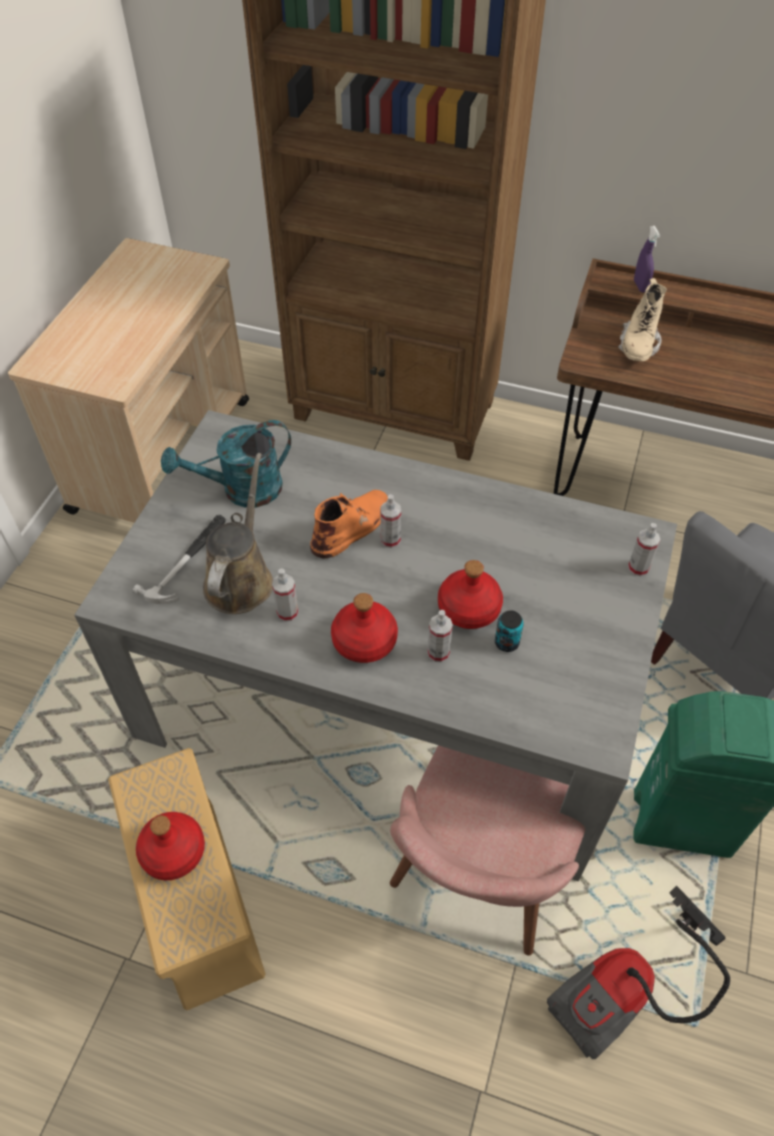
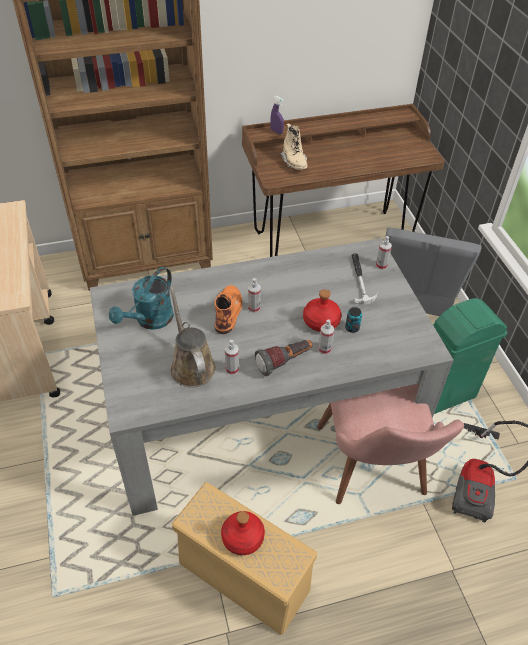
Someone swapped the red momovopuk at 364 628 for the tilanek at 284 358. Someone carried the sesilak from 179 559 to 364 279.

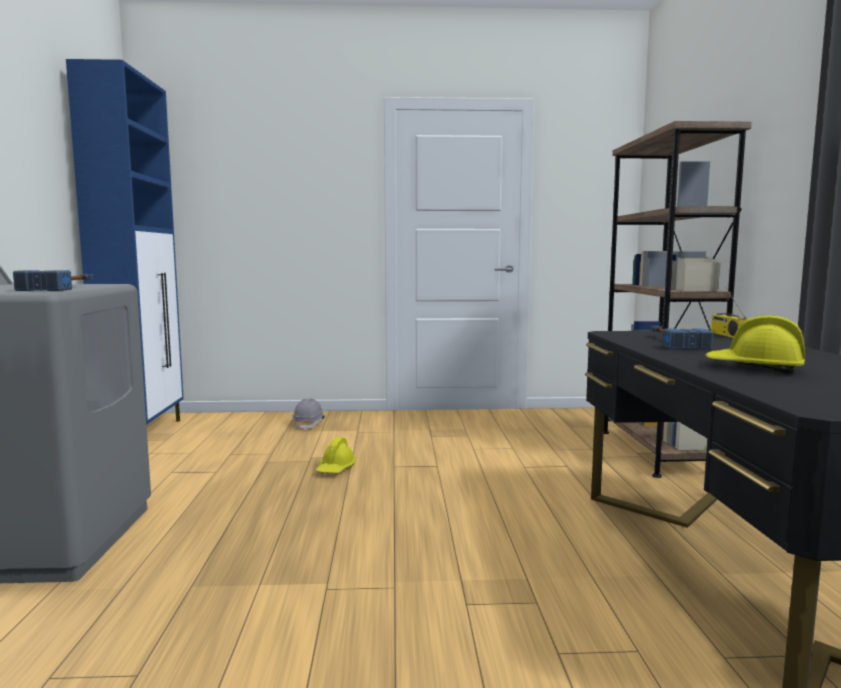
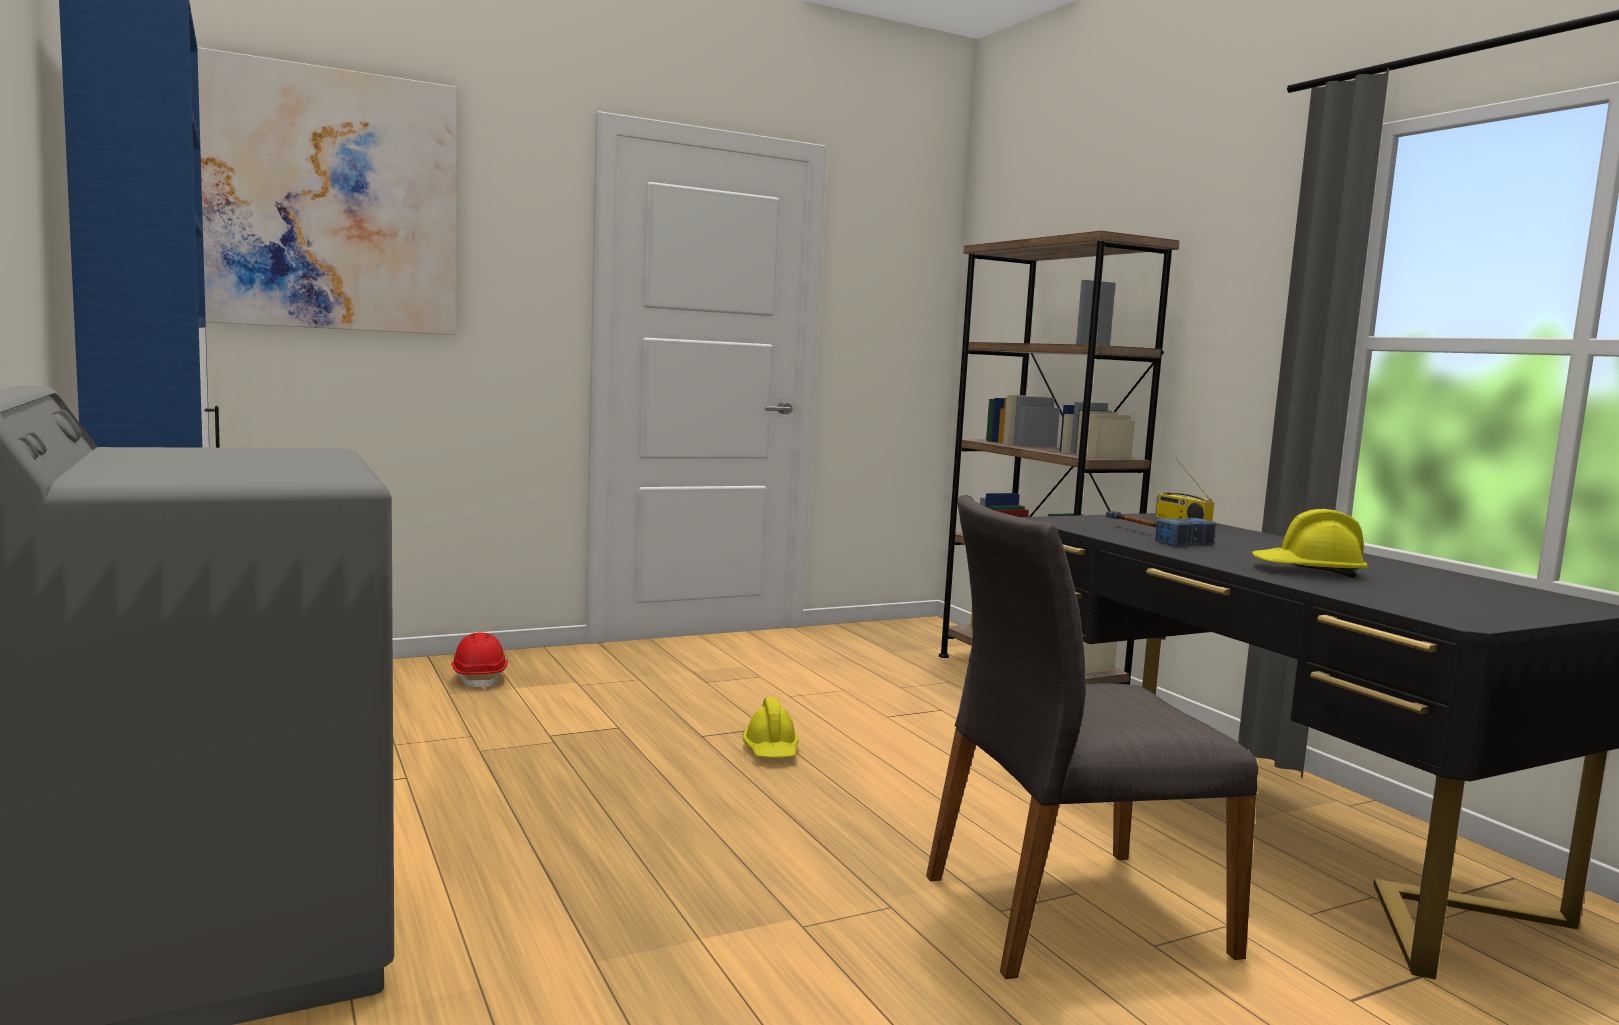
Someone put up the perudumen at 327 191. Someone repainted the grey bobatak at 308 414, which became the red bobatak at 479 661. Someone carried the yellow bobatak from 336 455 to 771 727. Someone put down the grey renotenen at 1092 737. Someone took away the sesilak at 53 280.

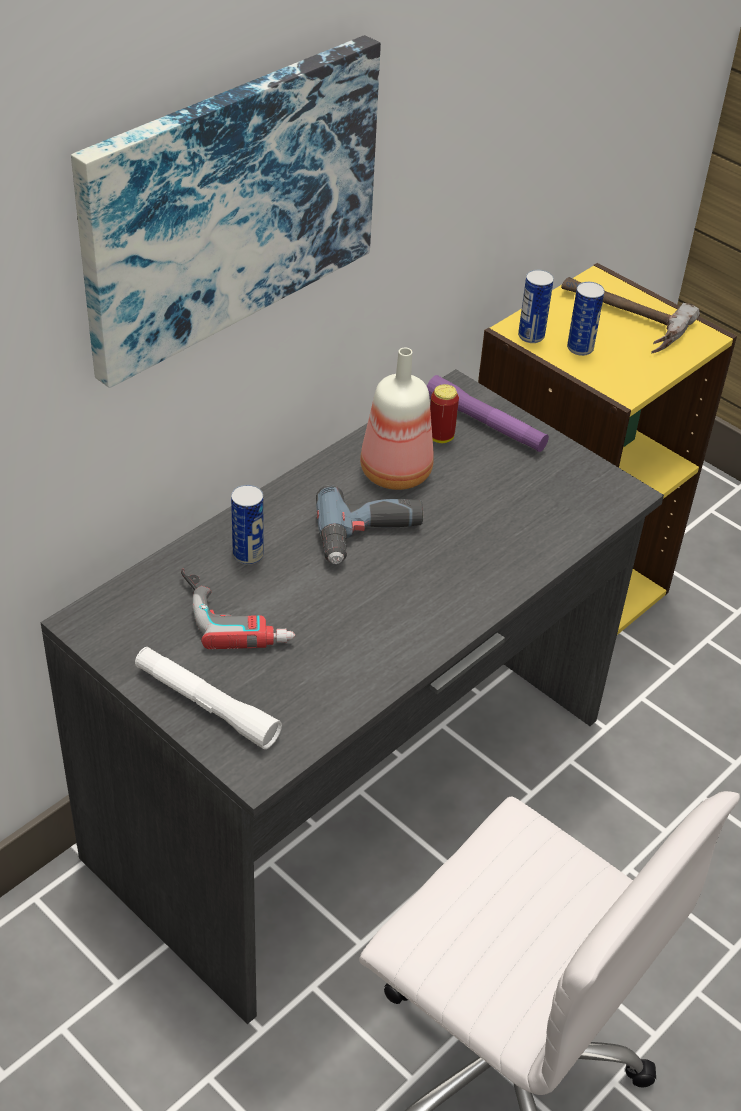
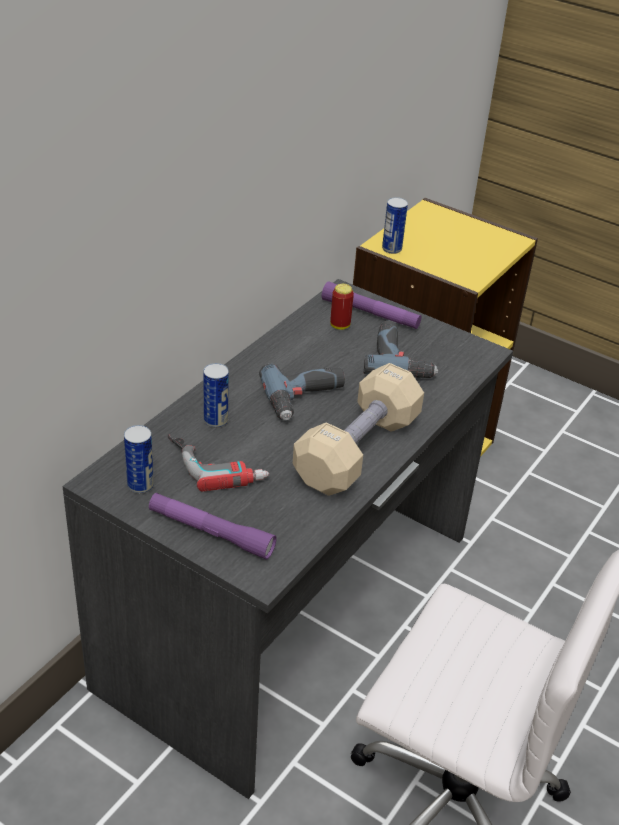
Someone carried the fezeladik from 586 319 to 139 459. Someone repainted the white tilanek at 208 698, which became the purple tilanek at 213 526. Someone put down the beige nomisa at 358 429. Someone put down the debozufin at 401 349. Someone took away the perudumen at 226 211. Someone took away the momovopuk at 397 418. Someone took away the sesilak at 630 315.

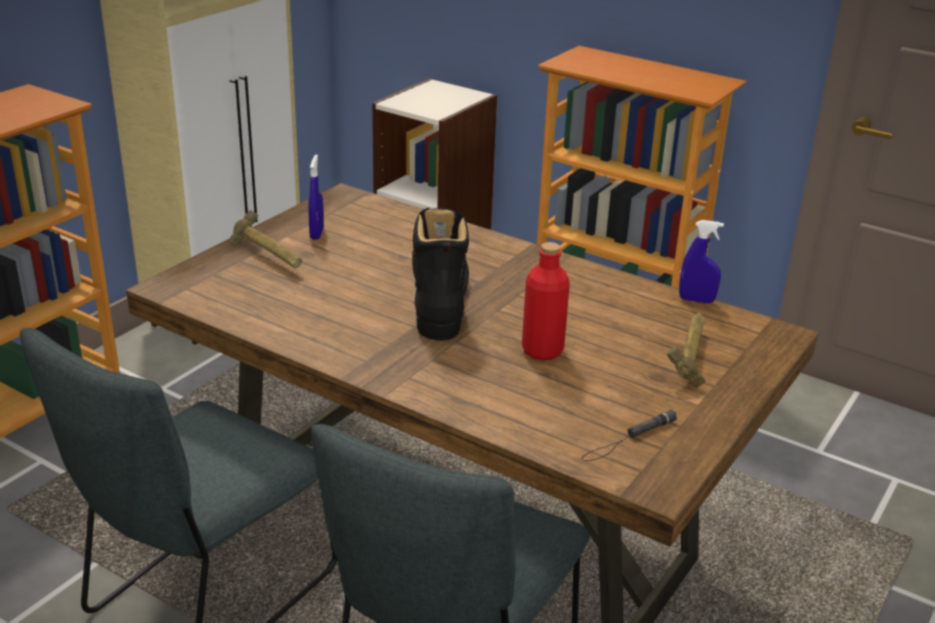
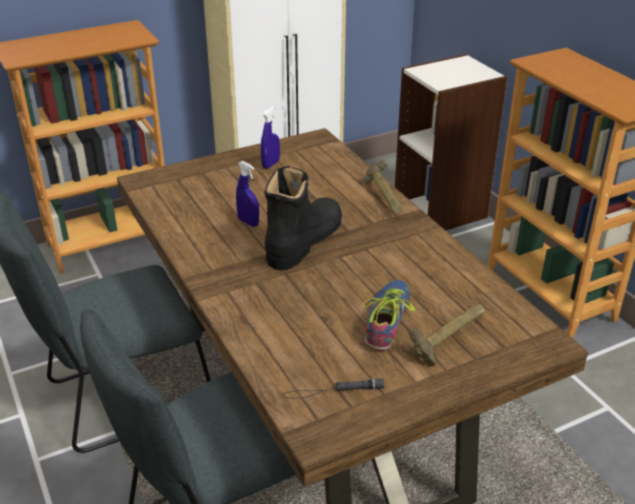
Someone carried the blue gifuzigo from 701 261 to 247 194. Someone carried the sesilak from 265 239 to 381 186. Someone put down the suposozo at 389 315. Someone took away the red momovopuk at 546 301.

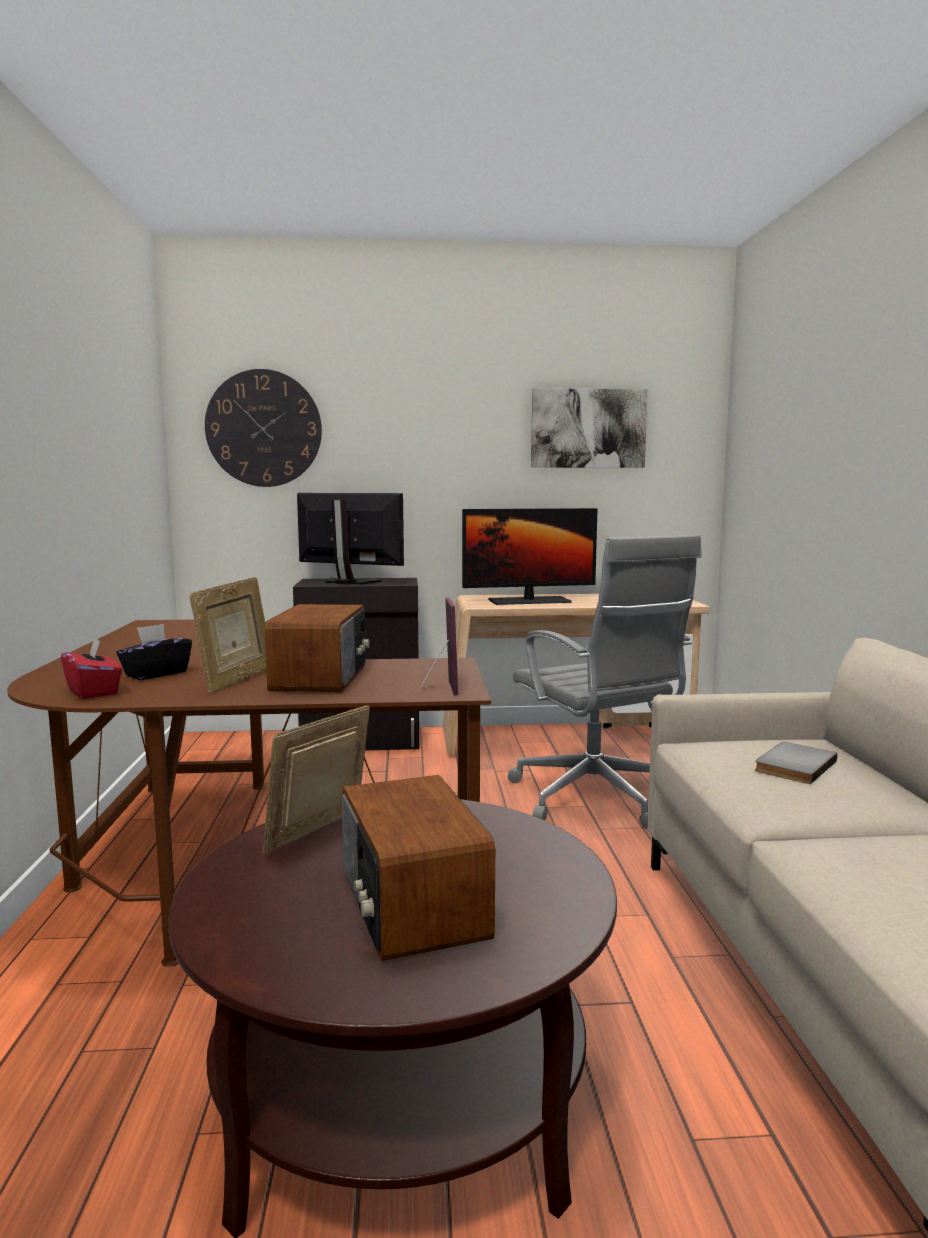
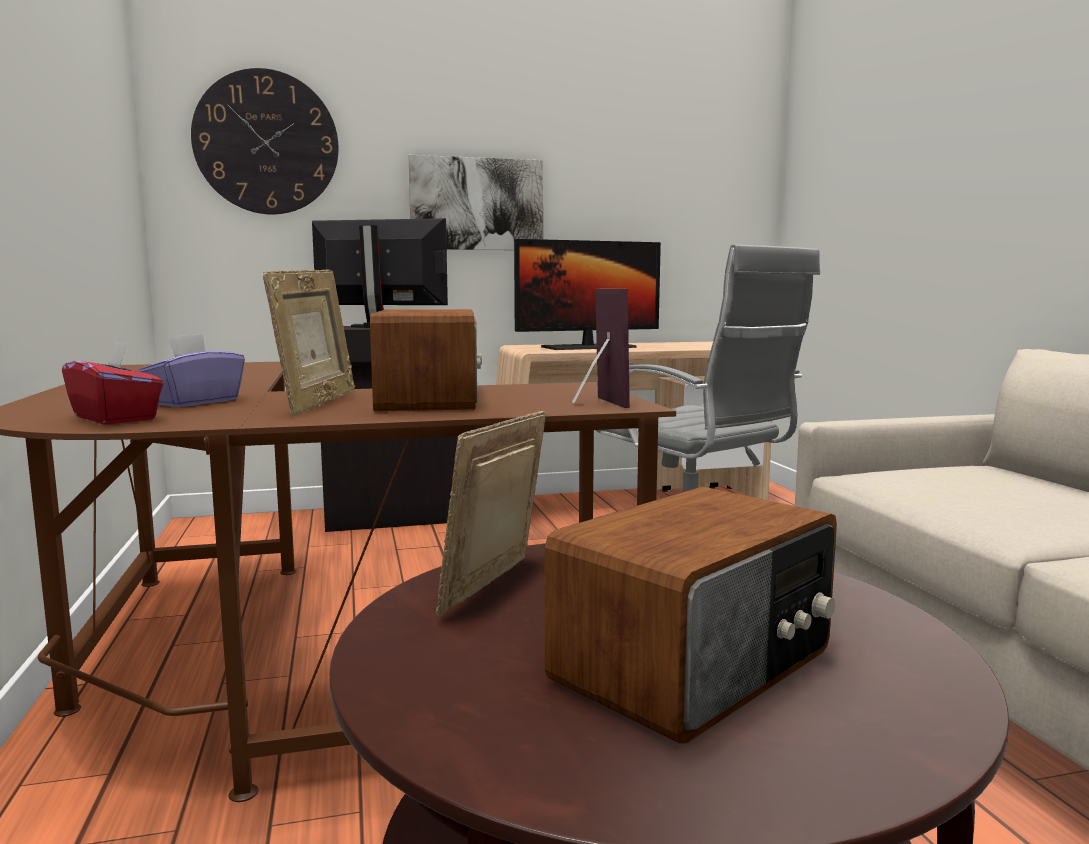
Someone repainted the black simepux at 154 652, which became the purple simepux at 191 370. Someone carried the perudumen from 589 428 to 476 202. Someone rotated the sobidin at 418 868 by 105 degrees counterclockwise. Someone took away the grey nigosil at 796 763.

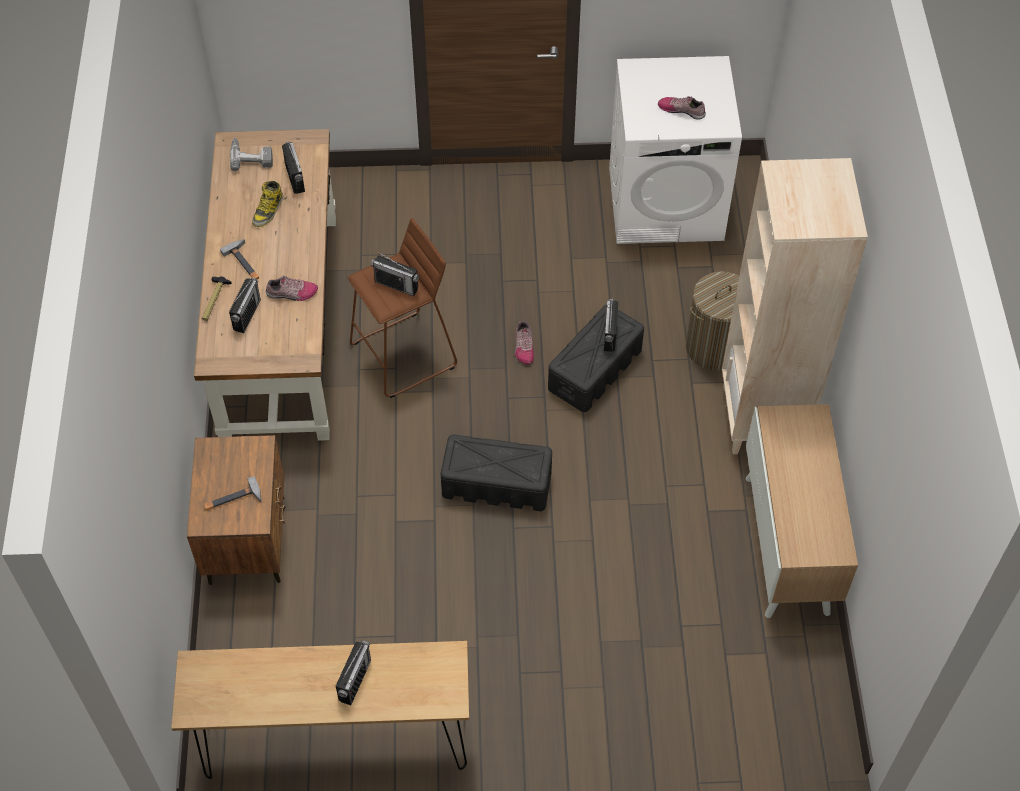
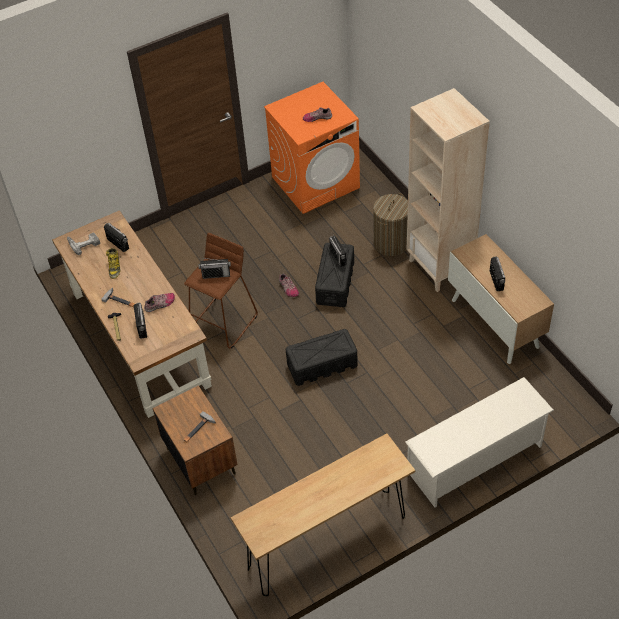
Someone repainted the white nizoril at 675 150, which became the orange nizoril at 312 148. Someone put down the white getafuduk at 479 442. Someone carried the sobidin from 353 672 to 497 273.

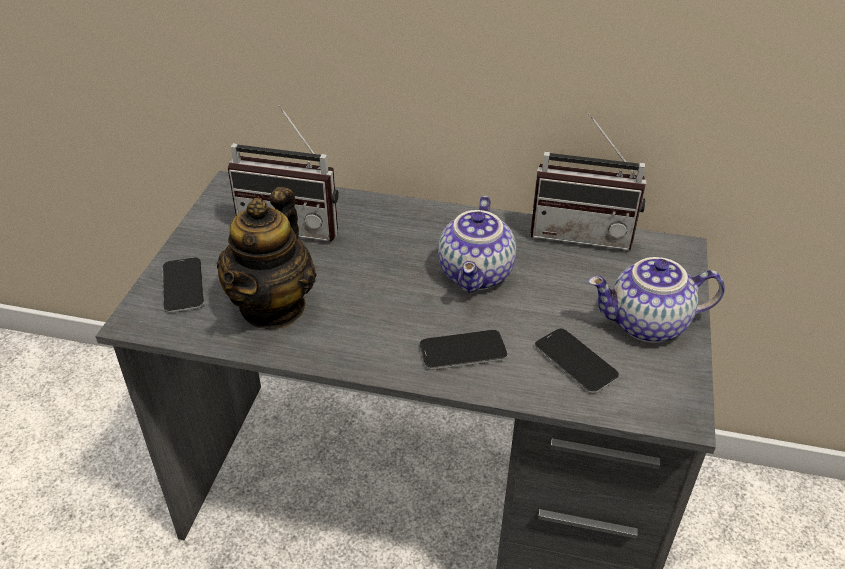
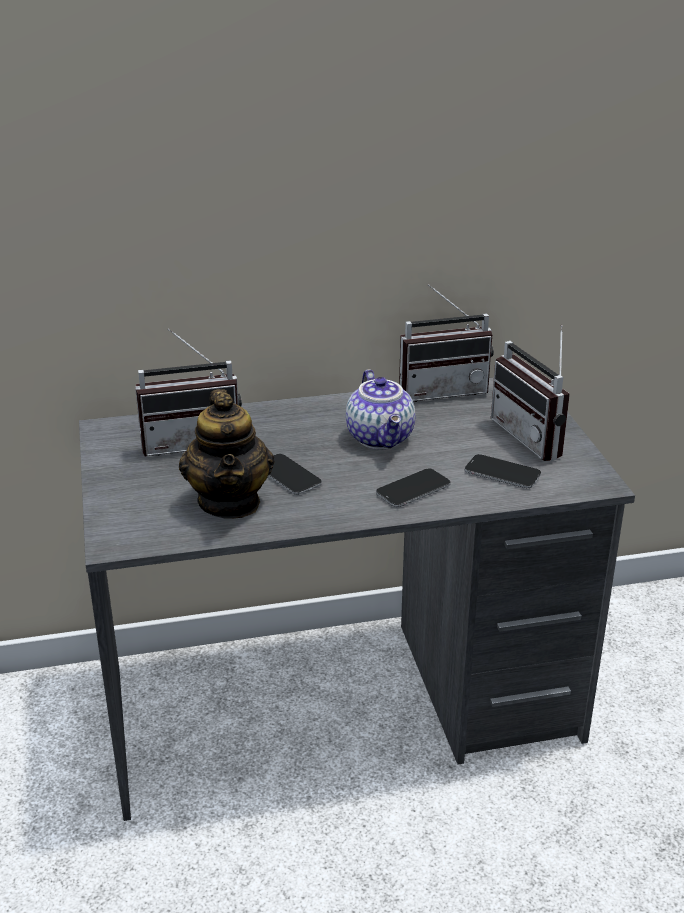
Someone carried the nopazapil from 183 285 to 295 474. Someone swapped the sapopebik at 656 300 for the sobidin at 530 393.

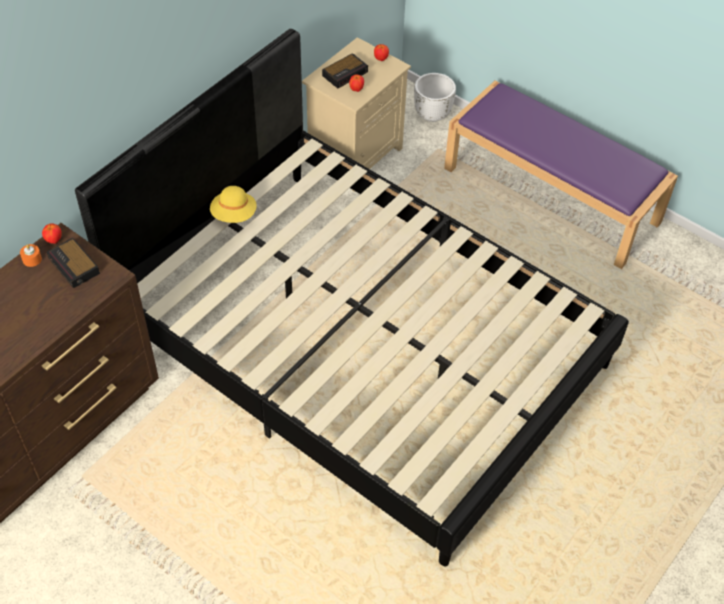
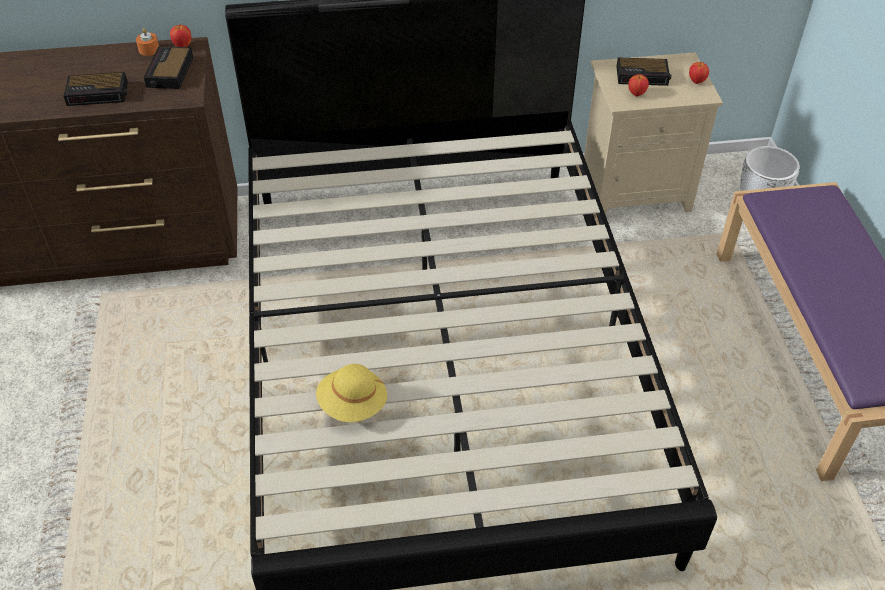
Someone put down the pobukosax at 95 89. Someone carried the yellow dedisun from 233 204 to 351 393.

